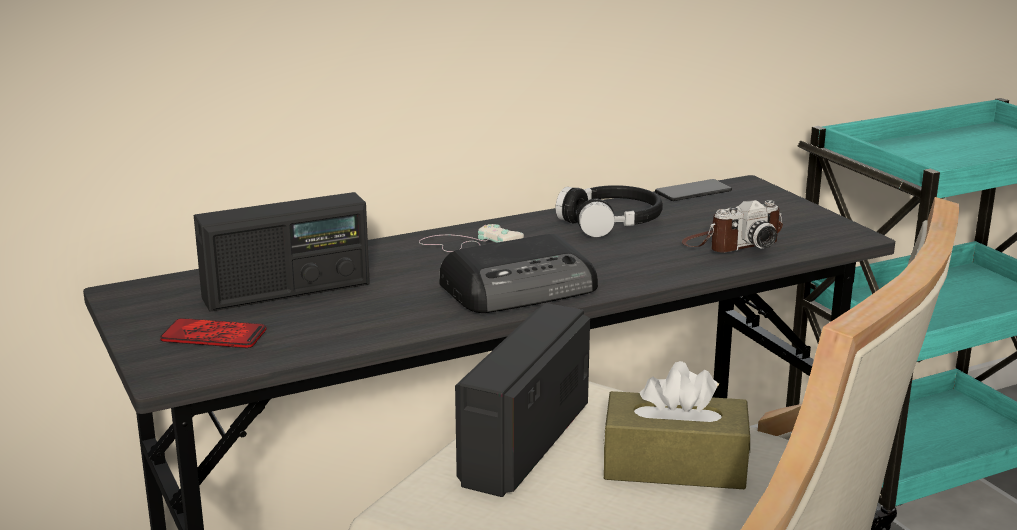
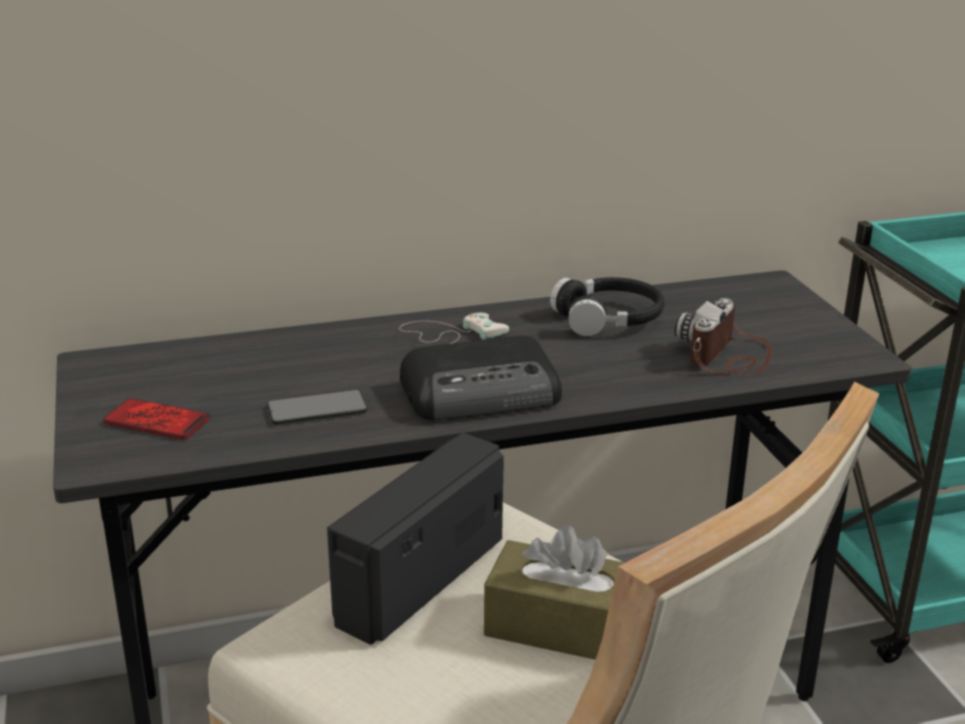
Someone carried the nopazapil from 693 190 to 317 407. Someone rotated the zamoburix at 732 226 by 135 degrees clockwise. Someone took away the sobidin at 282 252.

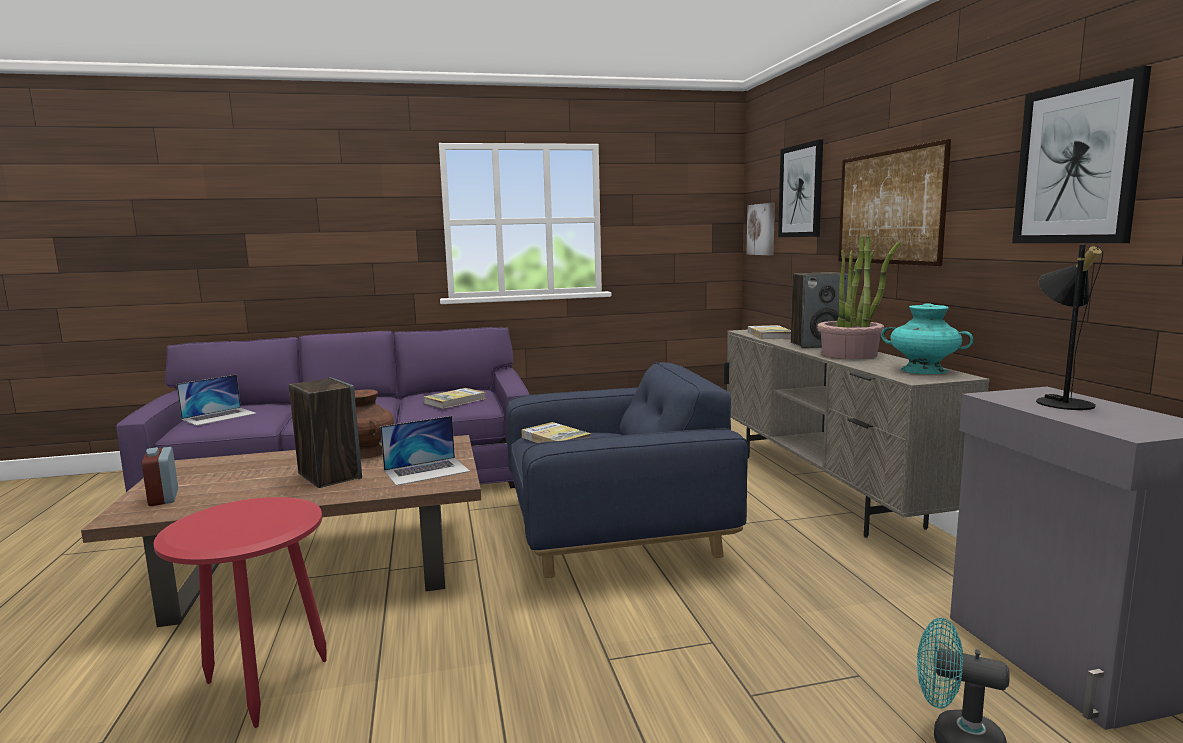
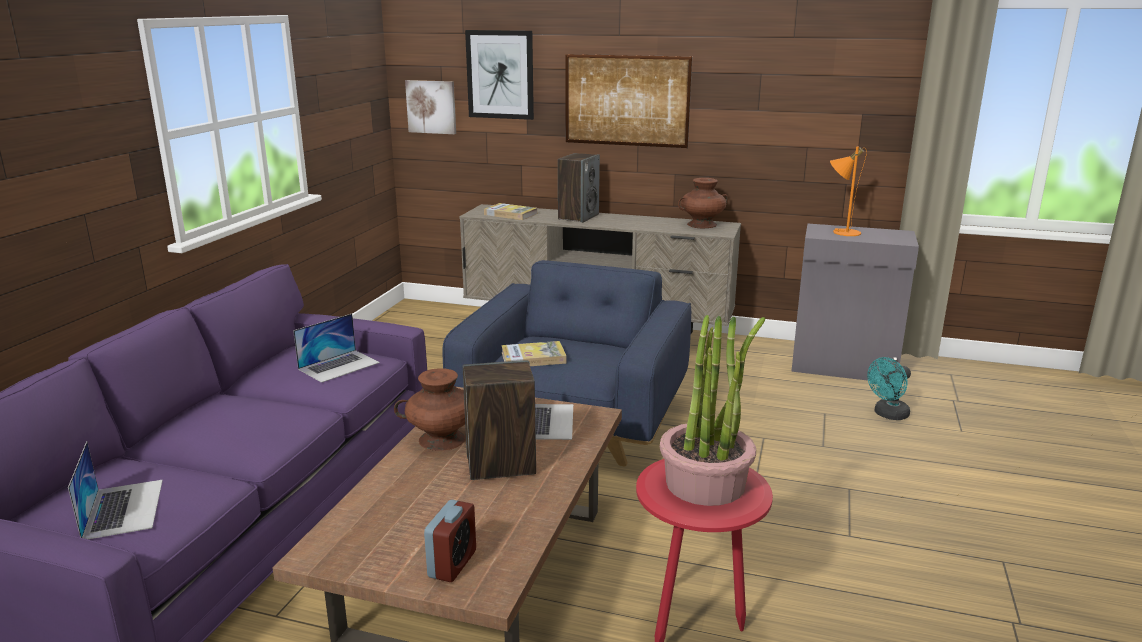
Someone swapped the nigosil at 454 398 for the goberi at 336 348. Someone rotated the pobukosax at 160 476 by 75 degrees counterclockwise. Someone carried the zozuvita from 859 297 to 712 410. Someone repainted the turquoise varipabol at 927 338, which became the brown varipabol at 703 203. Someone repainted the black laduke at 1069 327, which became the orange laduke at 848 191. Someone took away the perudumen at 1081 154.

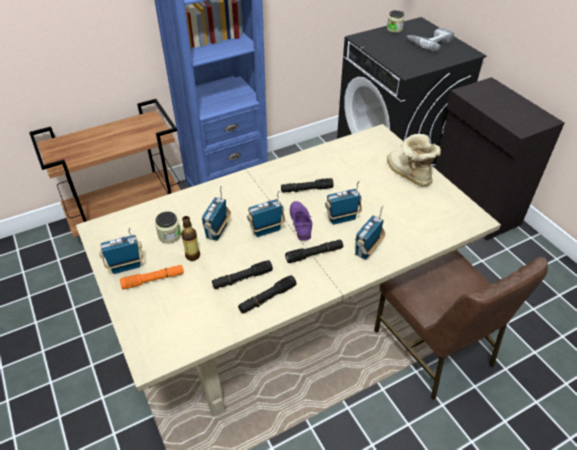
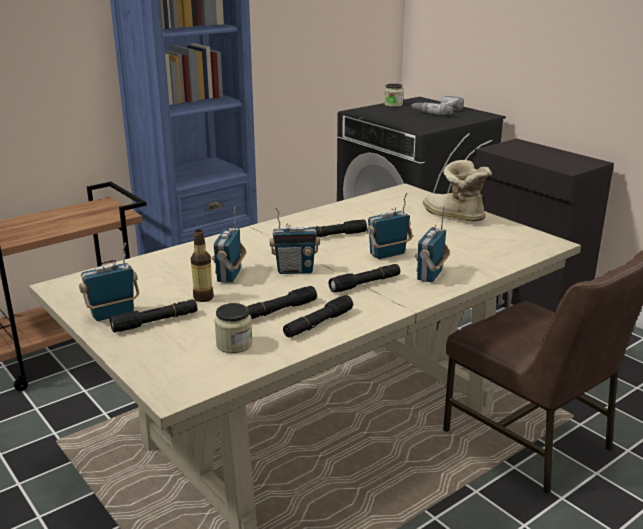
Someone repainted the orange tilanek at 152 277, which became the black tilanek at 153 316. Someone carried the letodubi from 168 227 to 234 328. Someone rotated the sobidin at 266 214 by 150 degrees counterclockwise. Someone took away the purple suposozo at 301 221.

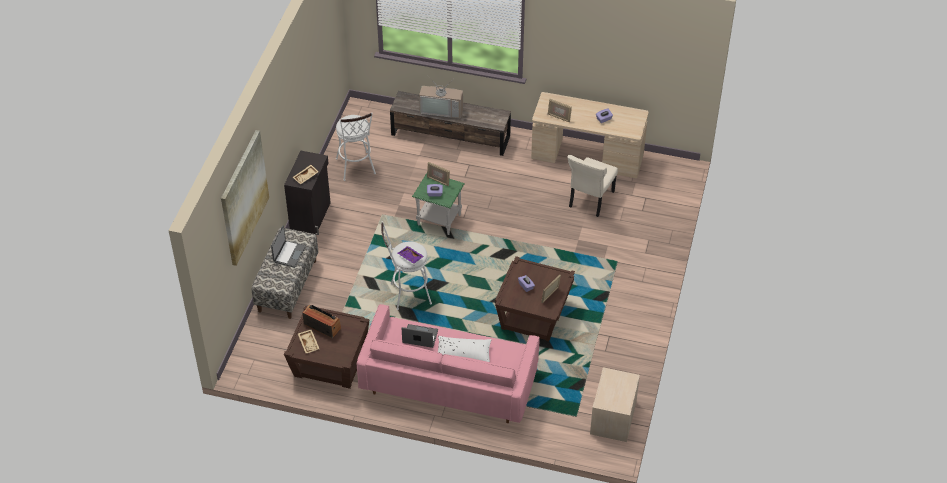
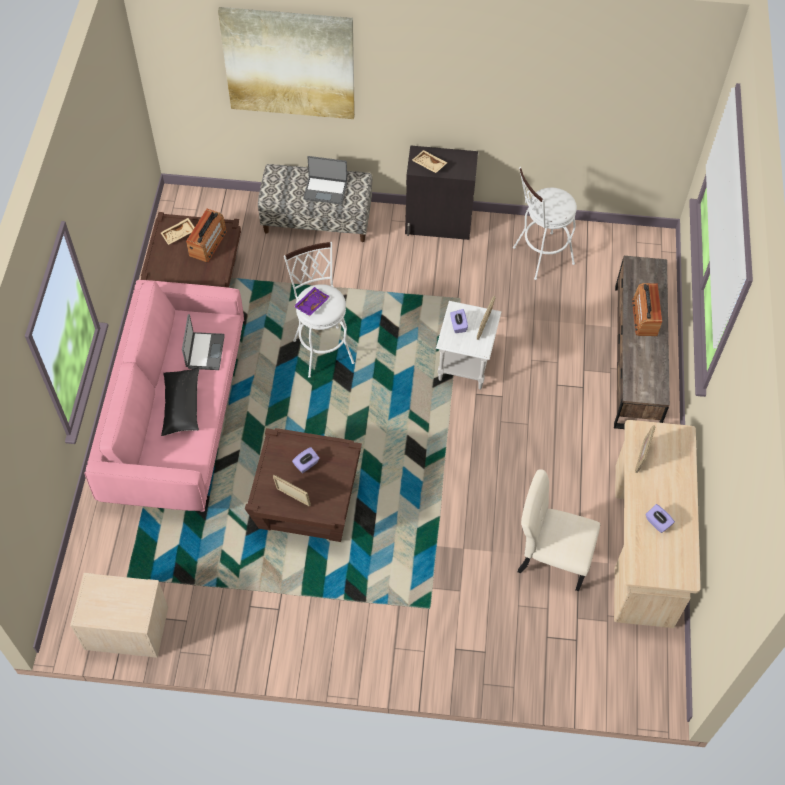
Someone repainted the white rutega at 465 349, which became the black rutega at 180 401. Someone repainted the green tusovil at 438 204, which became the white tusovil at 468 345. Someone swapped the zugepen at 441 96 for the sobidin at 647 309.

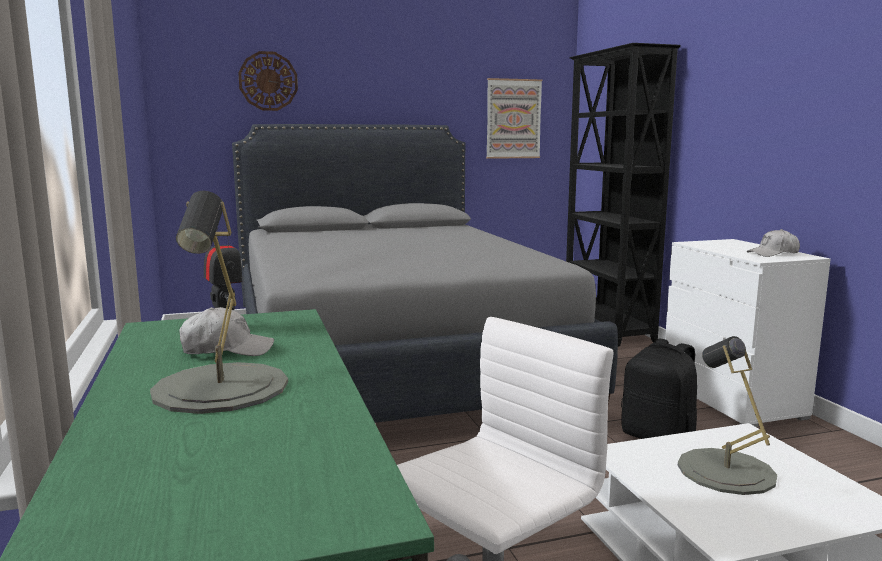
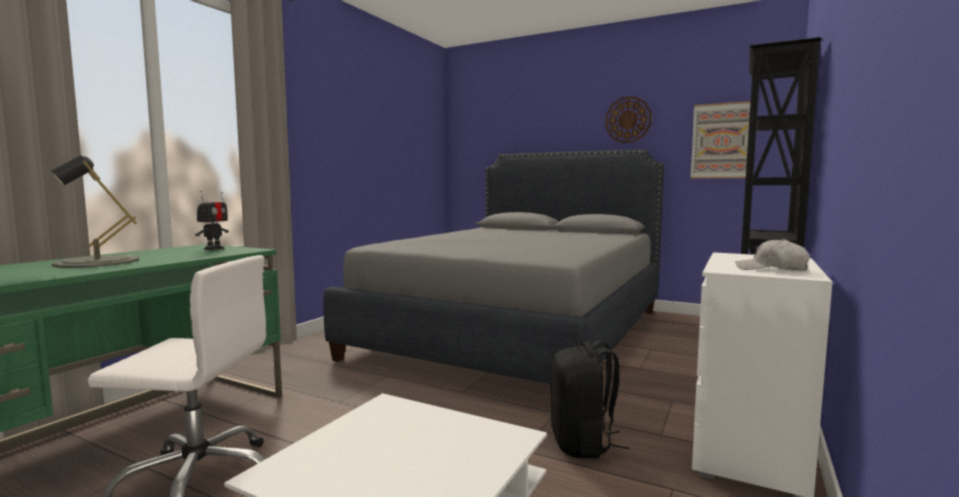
Someone carried the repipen from 268 81 to 628 119. Someone took away the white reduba at 226 331. Someone took away the grey laduke at 727 415.

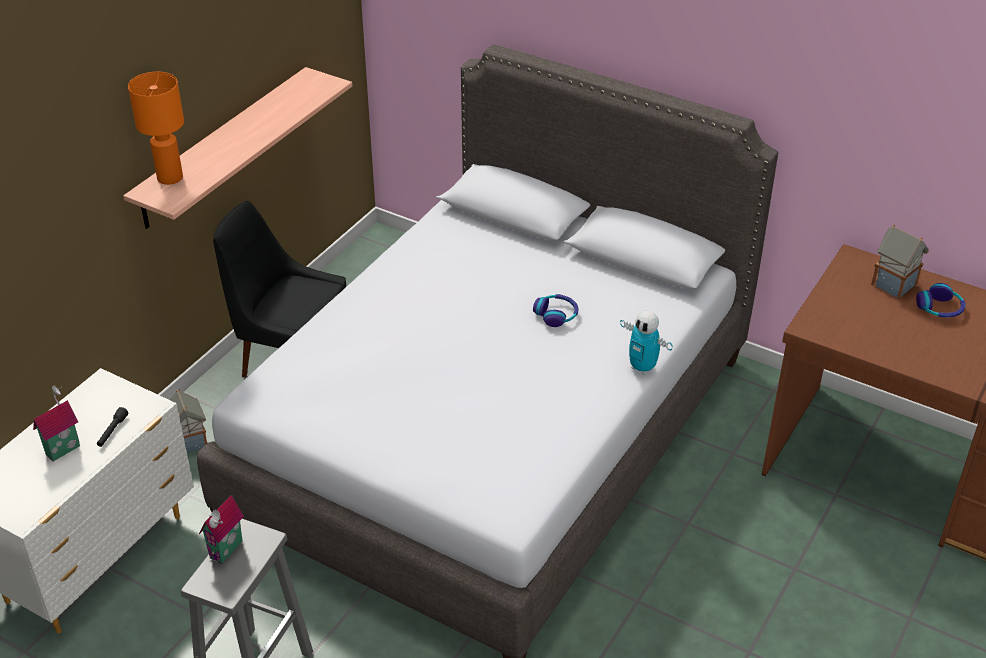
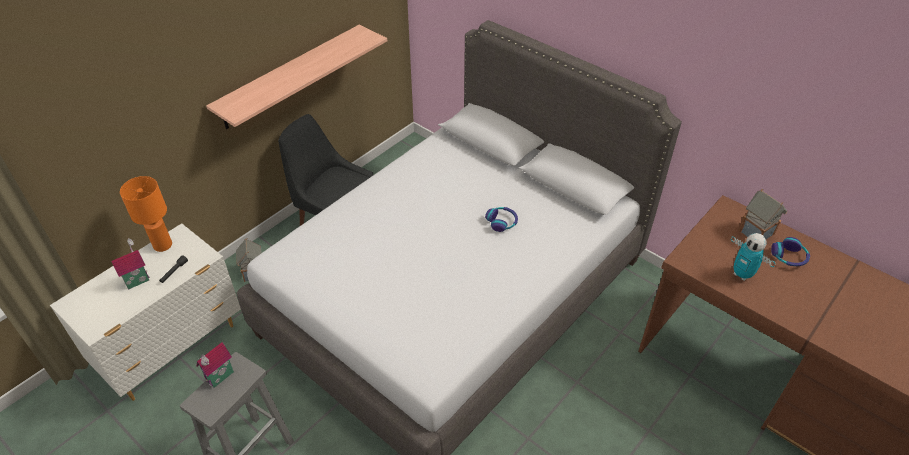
Someone carried the orange laduke from 156 128 to 146 214. Someone carried the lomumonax from 646 343 to 753 257.

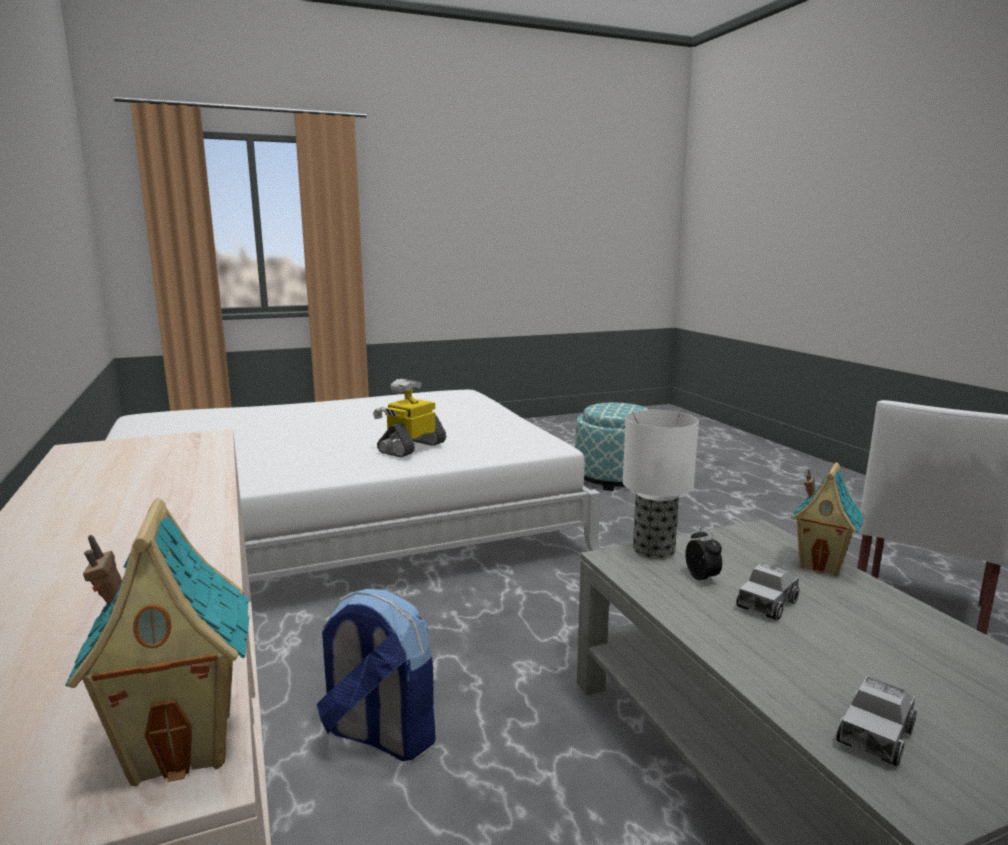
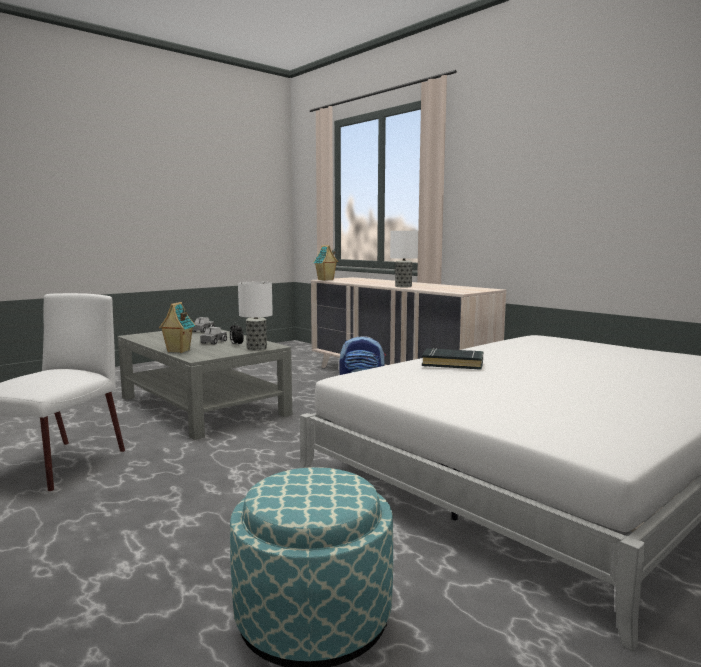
Someone put down the laduke at 404 259. Someone swapped the lomumonax at 409 418 for the black nigosil at 452 359.

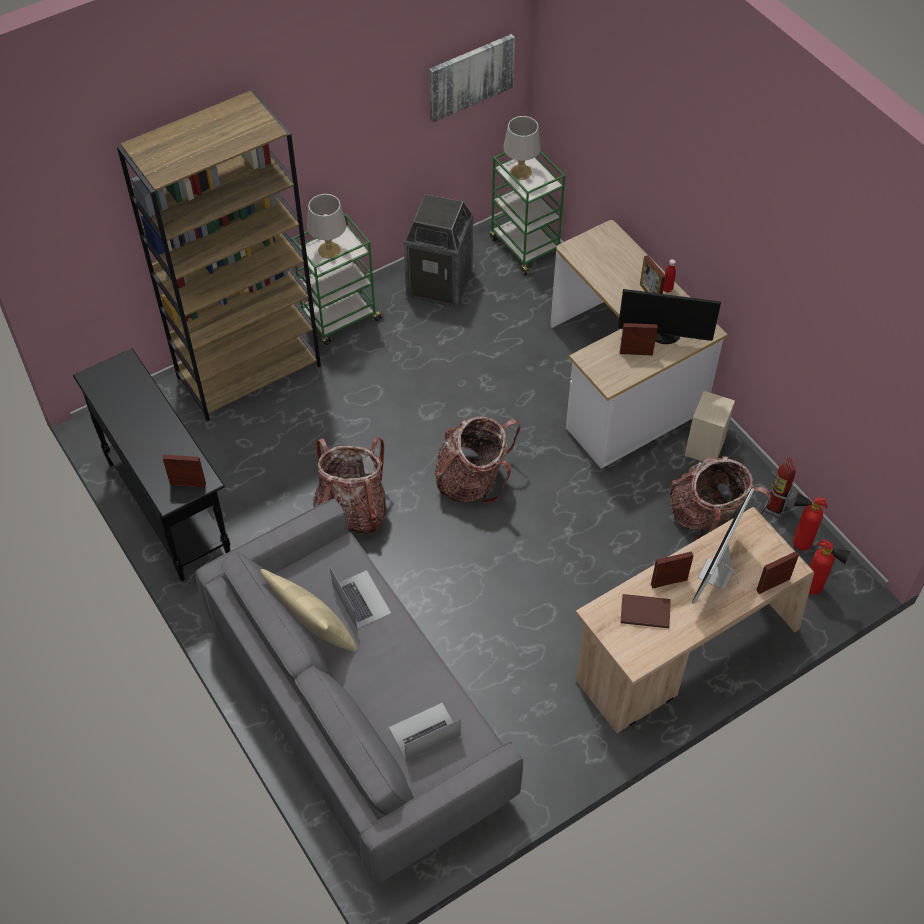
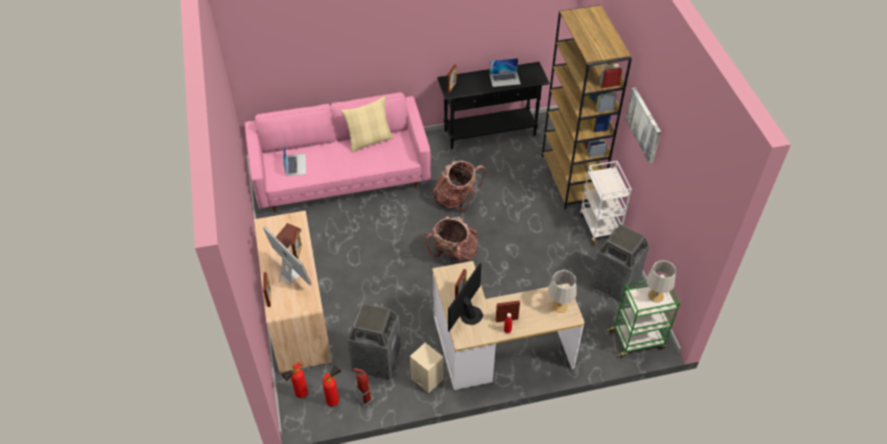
Someone repainted the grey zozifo at 359 691, which became the pink zozifo at 338 152. Someone swapped the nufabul at 720 497 for the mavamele at 374 341. Someone carried the goberi from 360 598 to 505 72. Someone carried the grey laduke from 326 226 to 562 291. Someone repainted the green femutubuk at 337 279, which became the white femutubuk at 606 203. Someone carried the perudumen from 472 78 to 643 125.

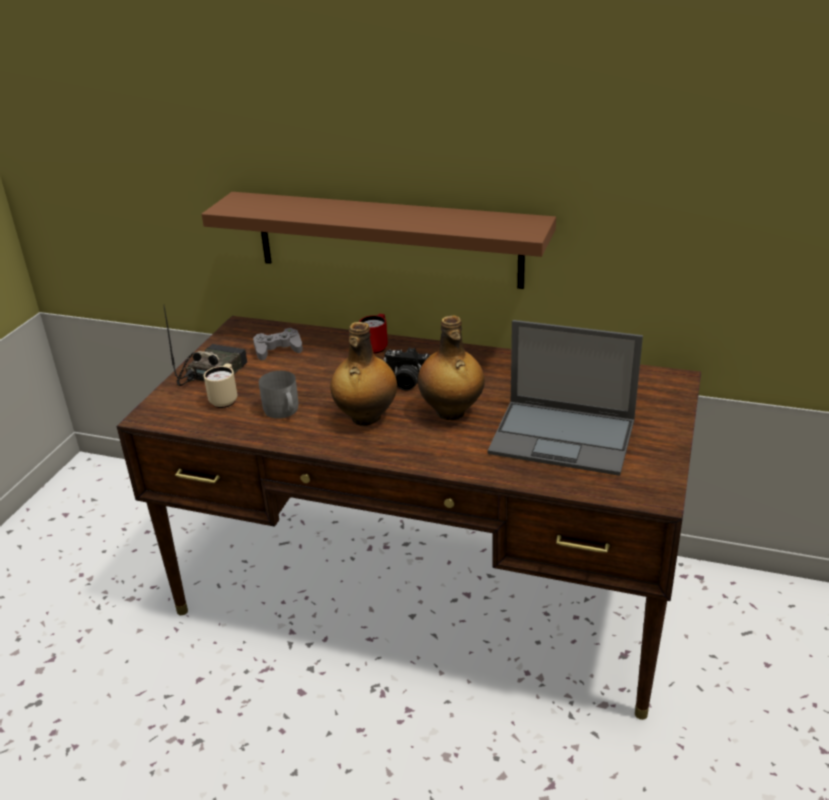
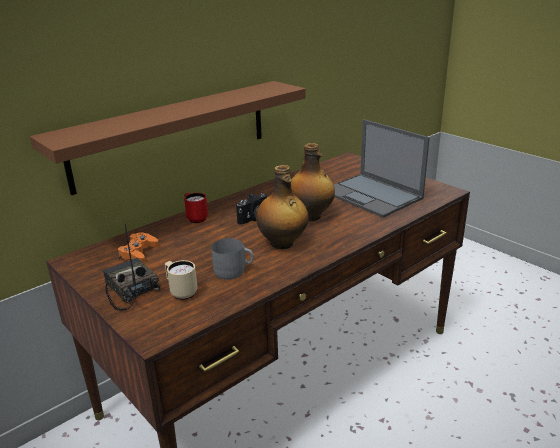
Someone repainted the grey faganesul at 278 344, which became the orange faganesul at 138 248. Someone rotated the goberi at 565 398 by 90 degrees clockwise.

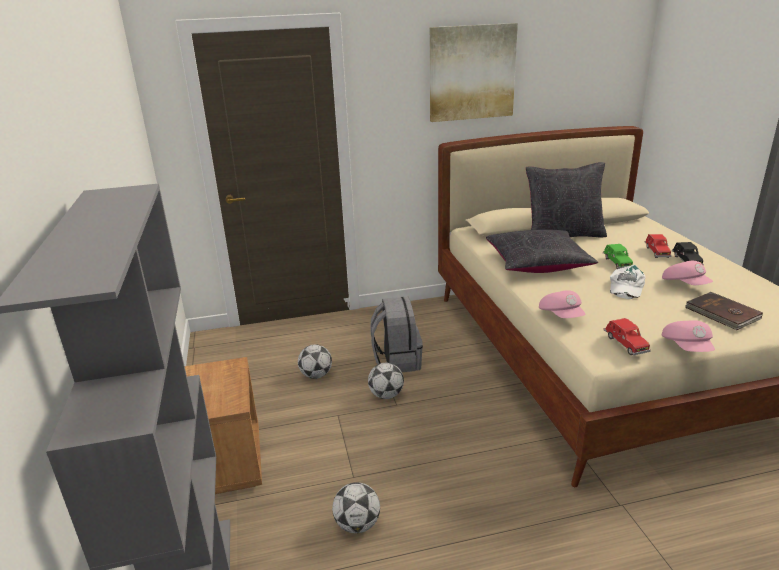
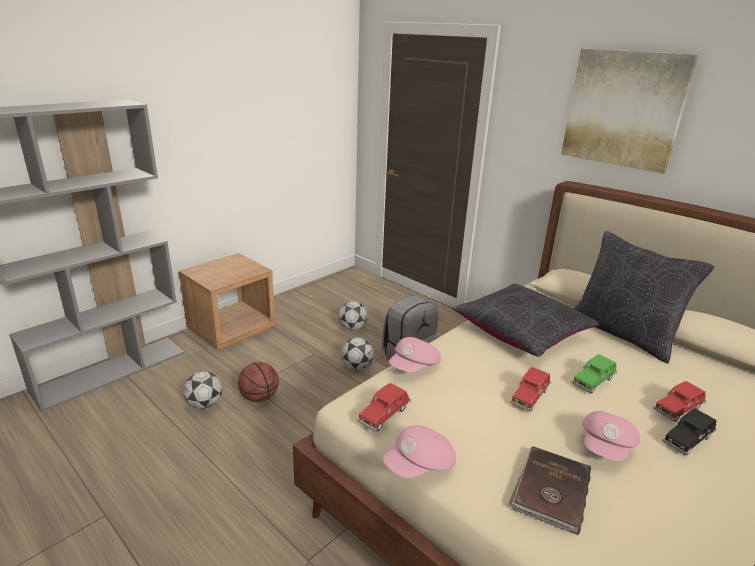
Someone put down the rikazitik at 258 382. Someone swapped the white reduba at 628 282 for the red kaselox at 530 389.

